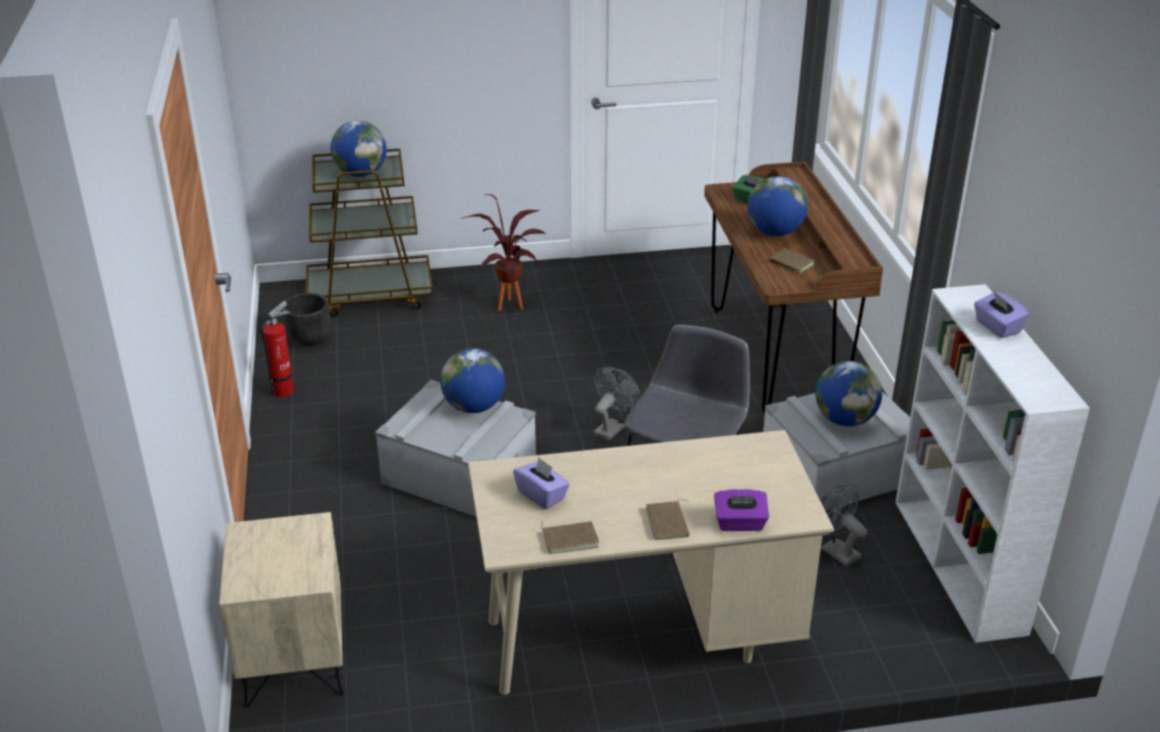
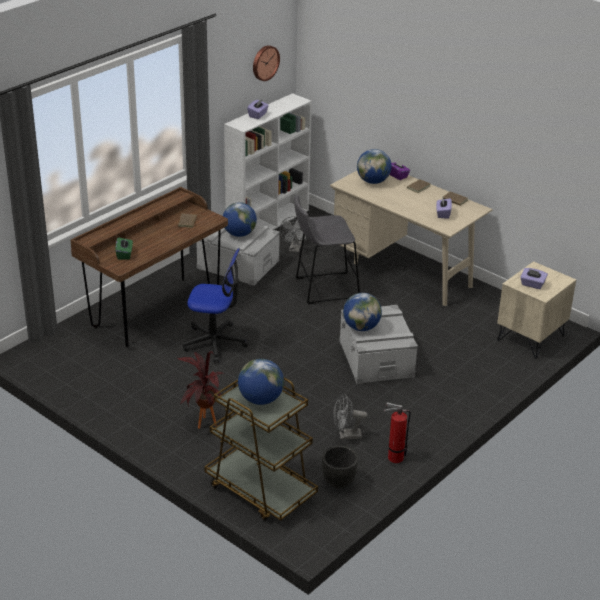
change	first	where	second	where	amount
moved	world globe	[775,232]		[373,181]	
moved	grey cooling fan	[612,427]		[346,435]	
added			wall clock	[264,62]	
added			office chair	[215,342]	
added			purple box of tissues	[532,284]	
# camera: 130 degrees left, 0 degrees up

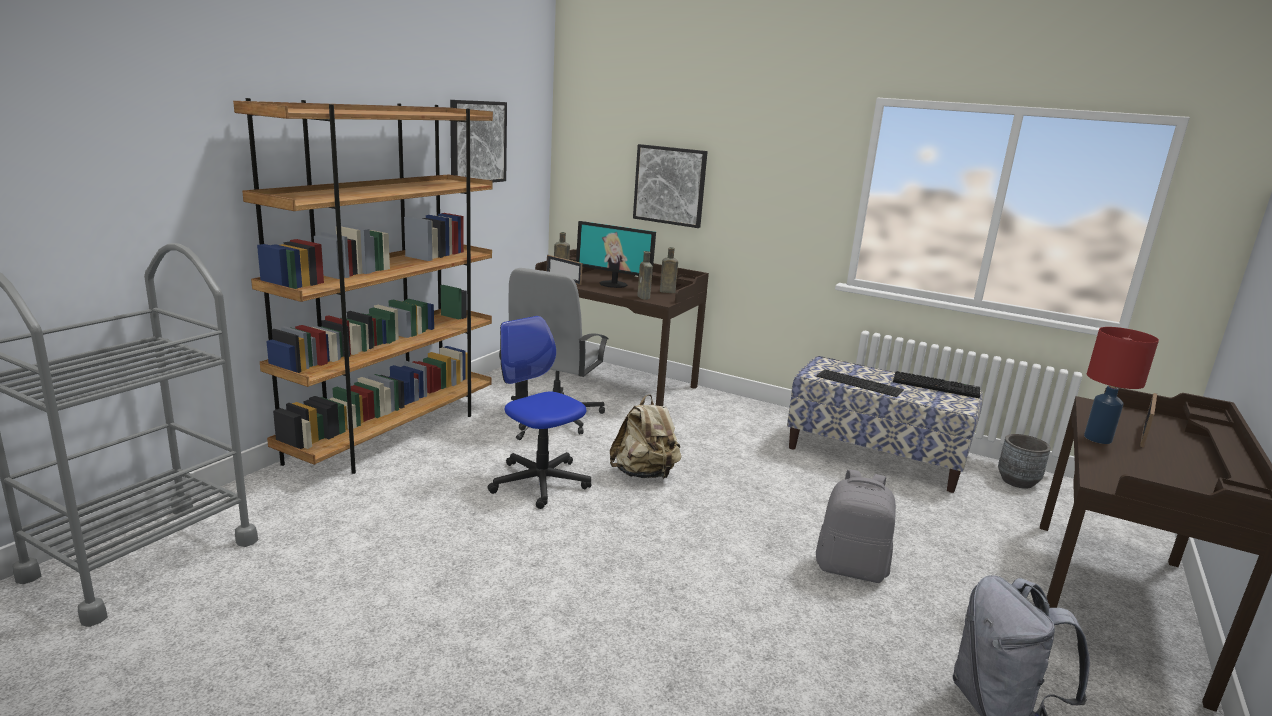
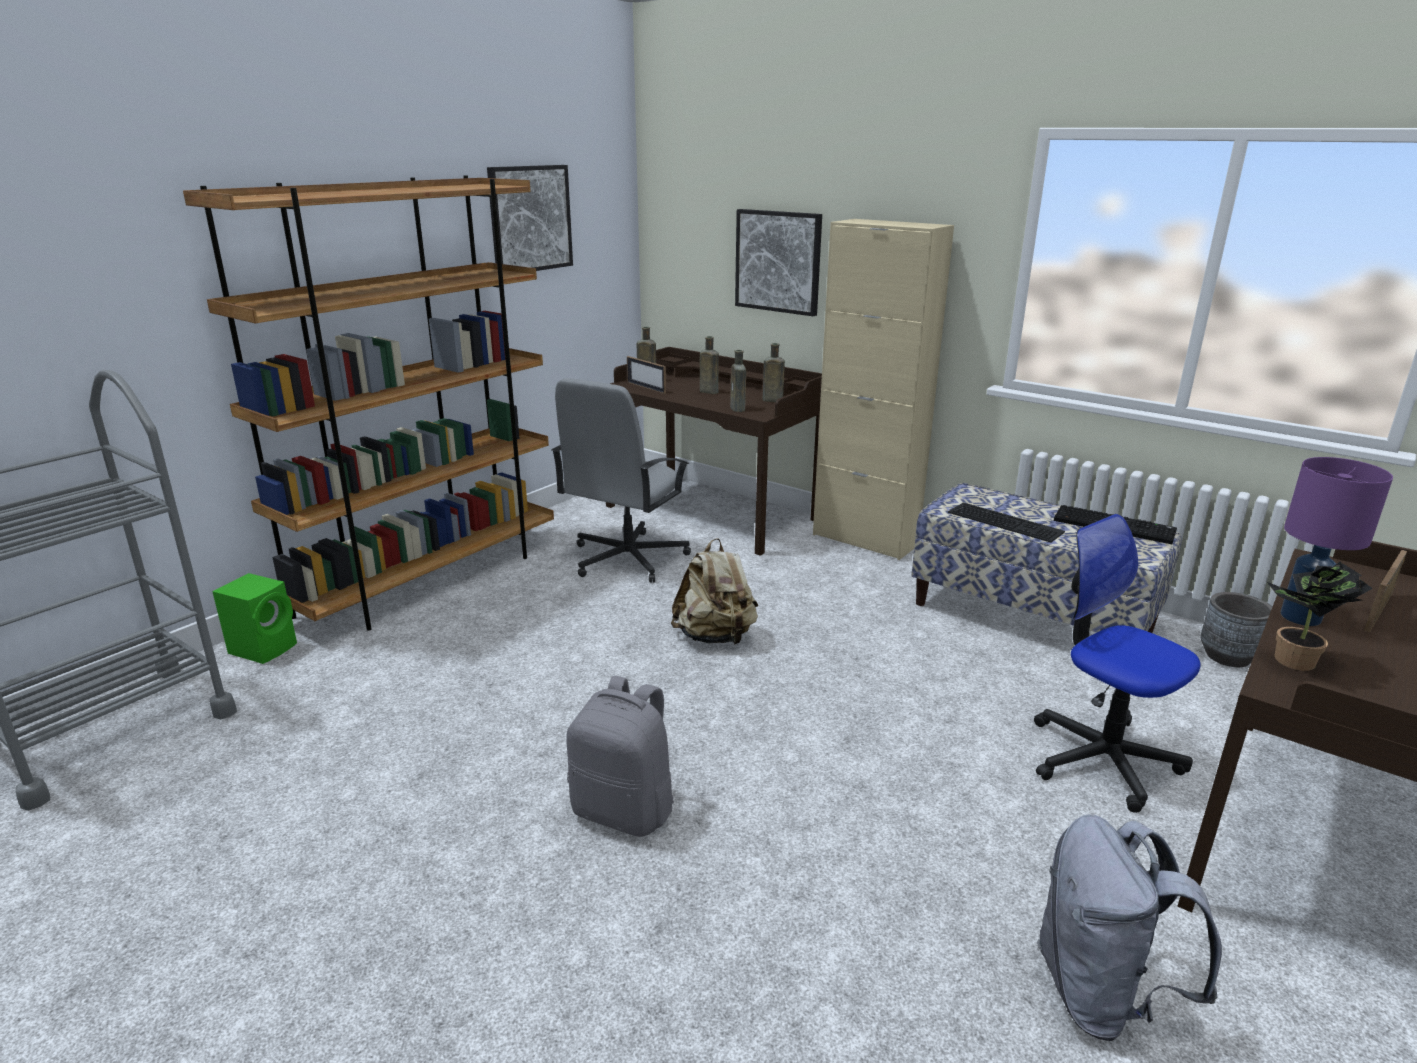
change	first	where	second	where	amount
replaced	monitor	[613,284]	brown-coloured beverage bottle	[707,391]	
moved	office chair	[539,482]		[1102,759]	
recoloured	reddish lamp for a table	[1098,438]	purple lamp for a table	[1301,617]	
moved	grey knapsack	[851,568]		[625,811]	
added			sand-coloured cabinet	[865,540]	
added			potted plant	[1295,663]	
added			green-coloured audio speaker	[265,648]	
# camera: 10 degrees right, 5 degrees up

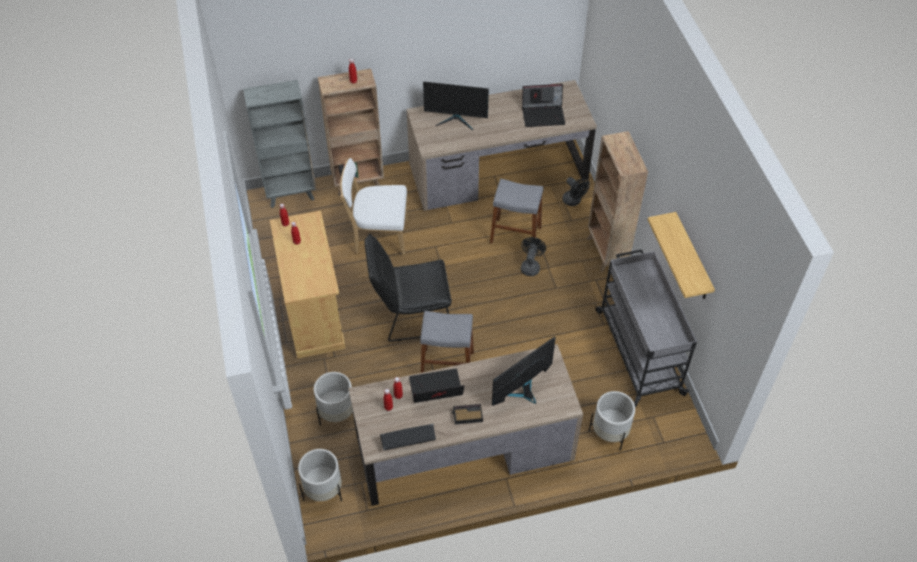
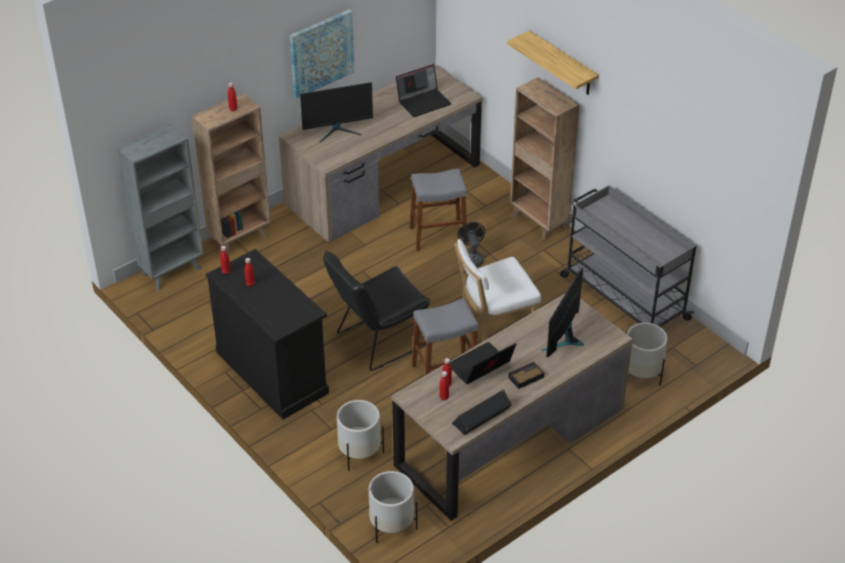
change	first	where	second	where	amount
moved	whitish upright chair	[378,236]		[494,327]	
removed	black-coloured cooling fan	[574,201]			
recoloured	sand-coloured cabinet	[313,313]	black-coloured cabinet	[272,372]	
moved	wall shelf	[692,258]		[562,64]	
added			wall art	[321,53]	
# camera: 25 degrees left, 10 degrees down

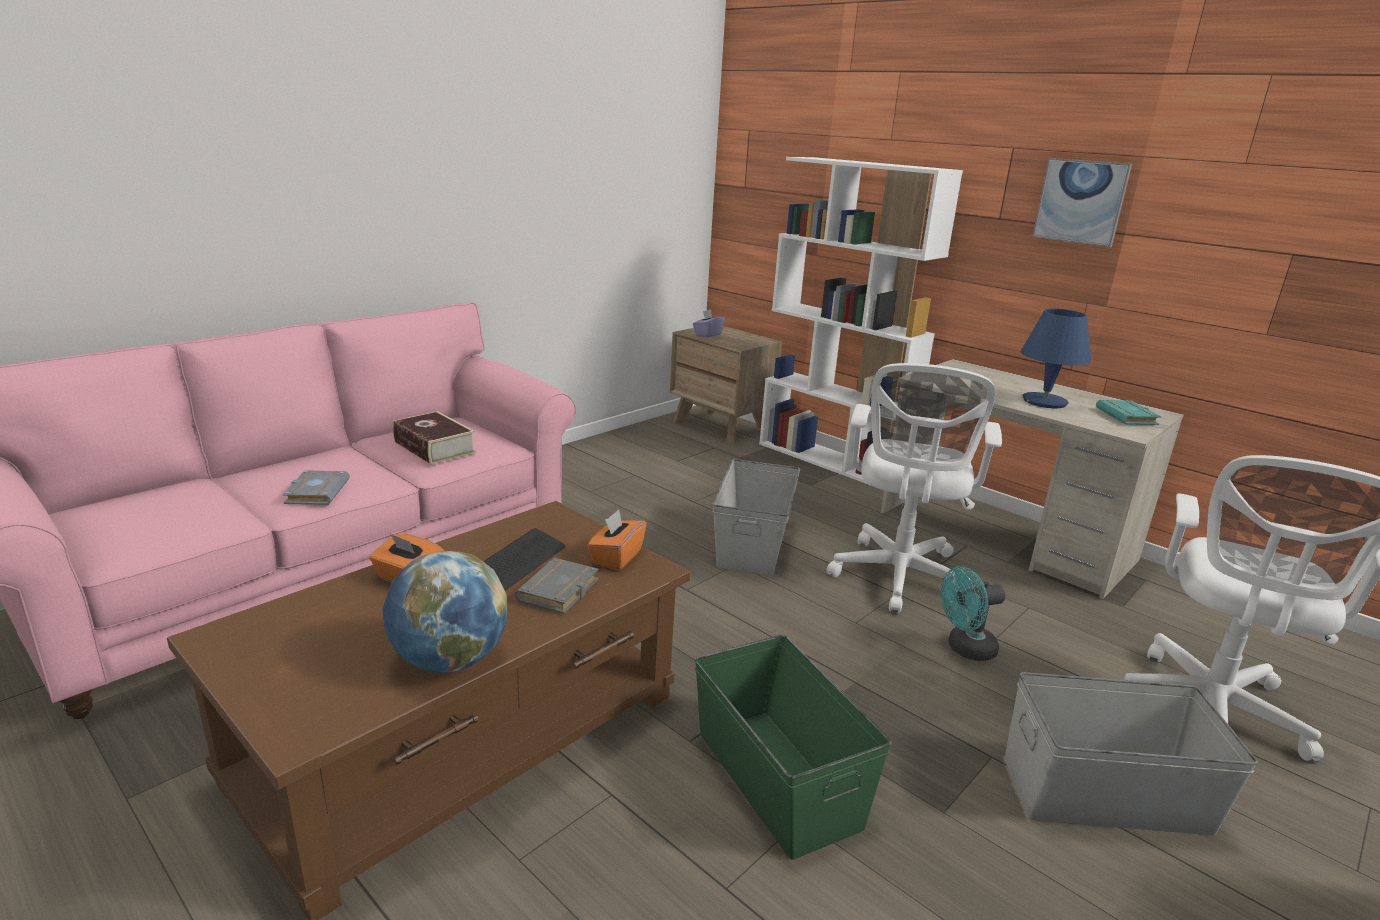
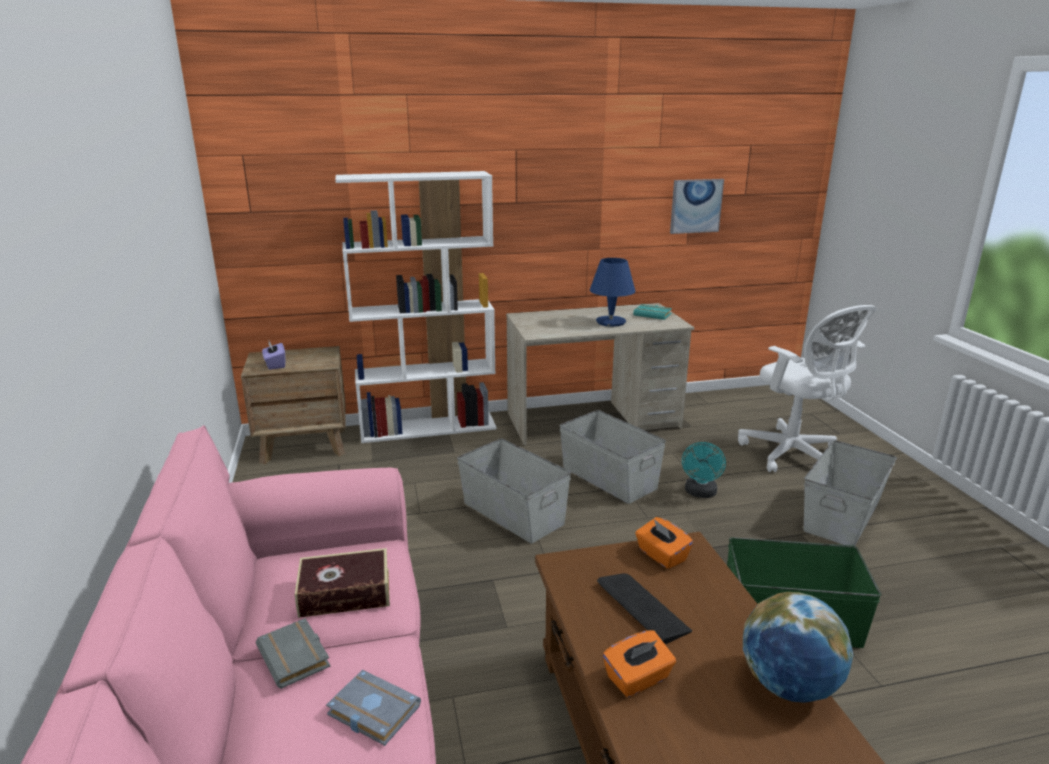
change	first	where	second	where	amount
moved	wall art	[1081,202]		[696,206]	
replaced	whitish office chair	[898,578]	grey storage bin	[609,478]	
moved	grey bound book	[559,592]		[296,657]	
# camera: 55 degrees left, 0 degrees up

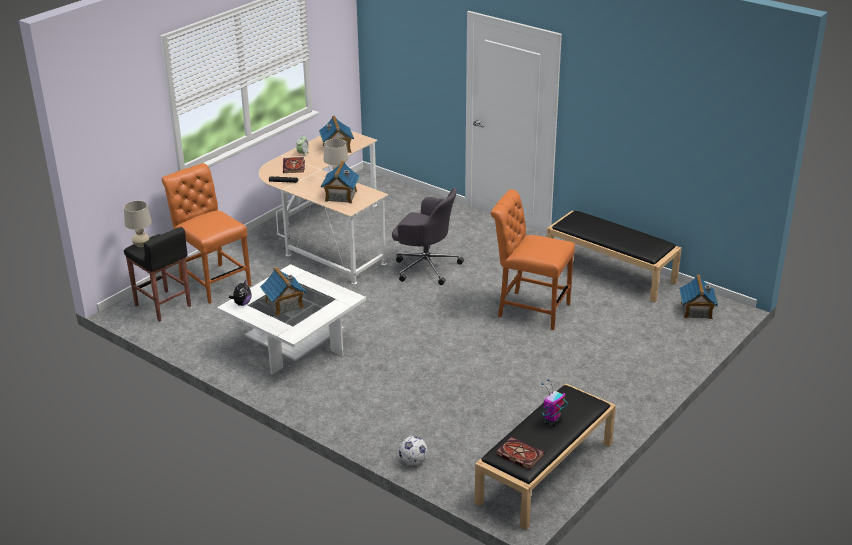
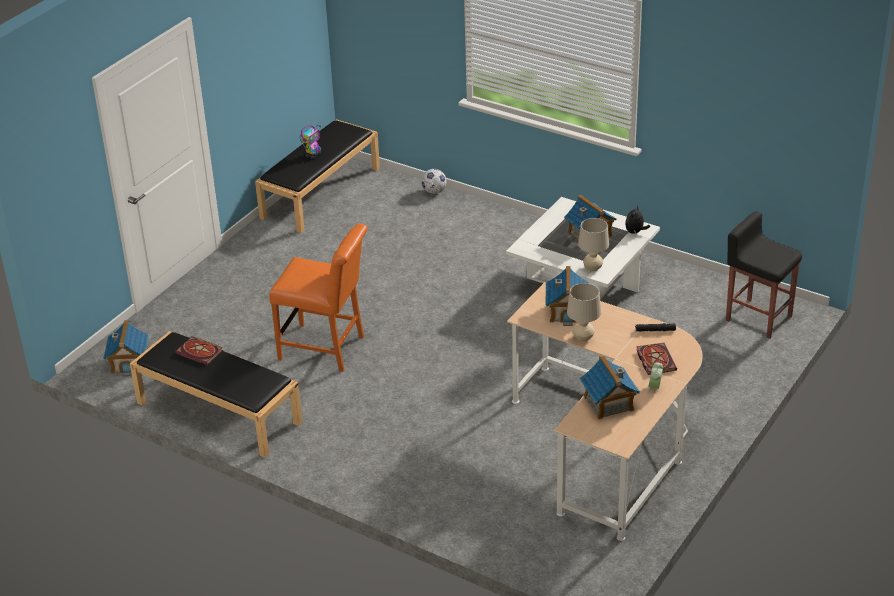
change	first	where	second	where	amount
removed	orangey upright chair	[213,281]			
removed	grey office chair	[425,266]			
moved	sand-coloured lamp for a table	[141,245]		[592,268]	
moved	bound book	[518,454]		[200,352]	
# camera: 175 degrees right, 5 degrees up

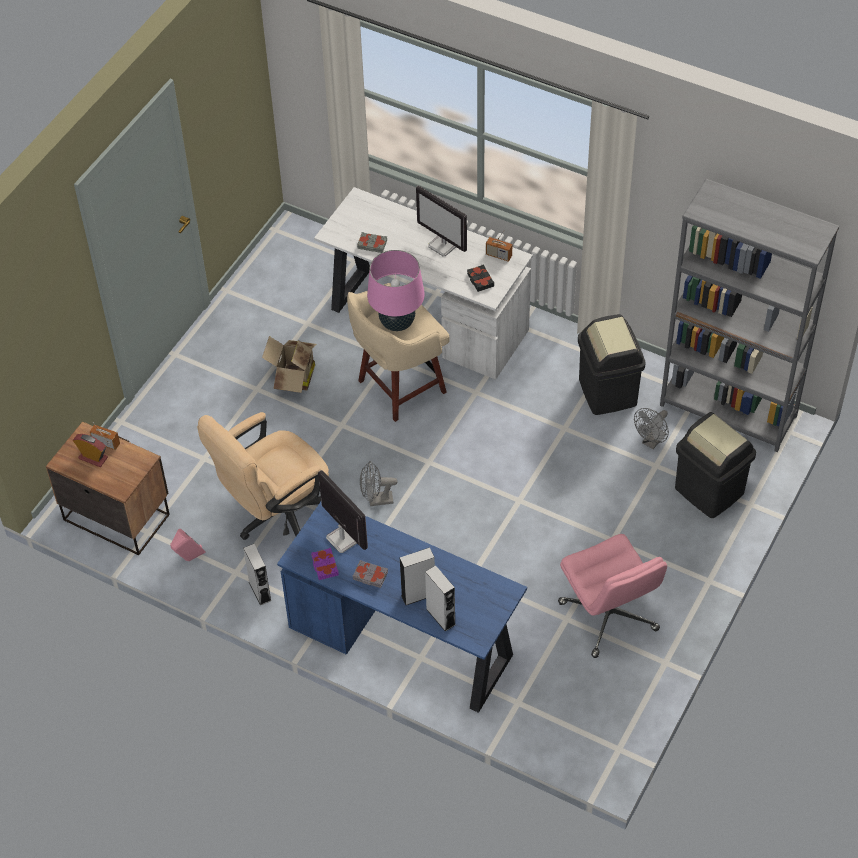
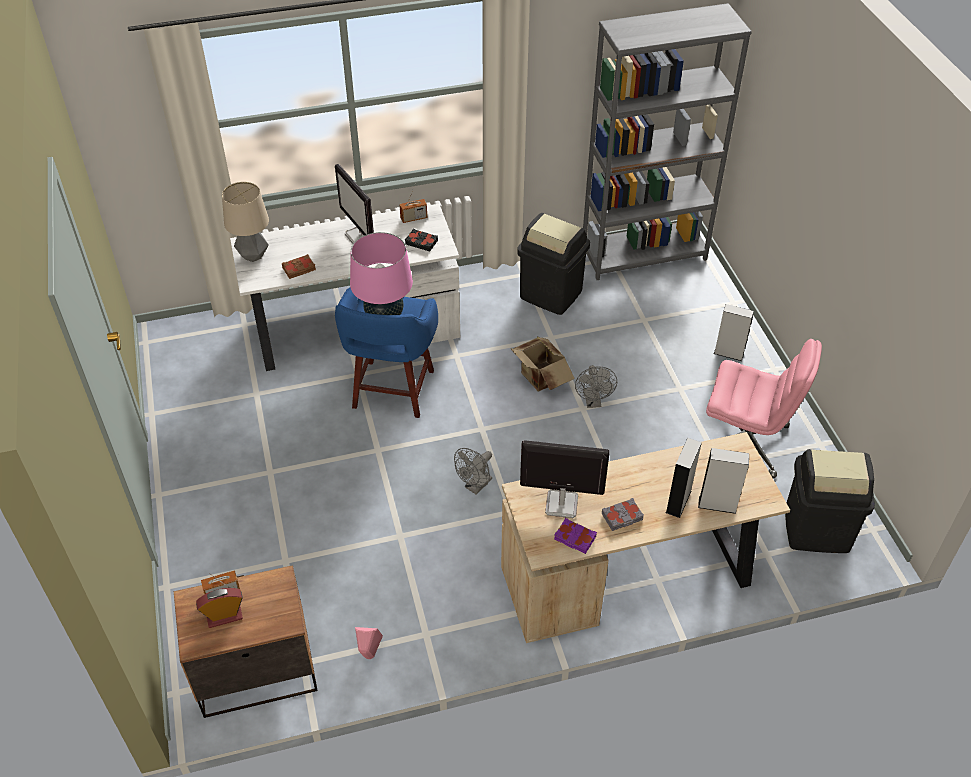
change	first	where	second	where	amount
turned	monitor	[443,245]		[360,236]	60 degrees clockwise
recoloured	grey bound book	[372,245]	brown-coloured bound book	[299,269]	
recoloured	sand-coloured sitting stool	[399,388]	blue sitting stool	[392,391]	
moved	packing box	[293,378]		[539,379]	
moved	grey cooling fan	[652,442]		[593,402]	
removed	sand-coloured office chair	[276,515]			
moved	black-coloured waste bin	[709,491]		[816,529]	
recoloured	blue desk unit	[404,642]	sand-coloured desk unit	[631,577]	
moved	grey audio speaker	[260,591]		[728,353]	
added			lamp for a table	[253,256]	
# camera: 45 degrees left, 5 degrees down

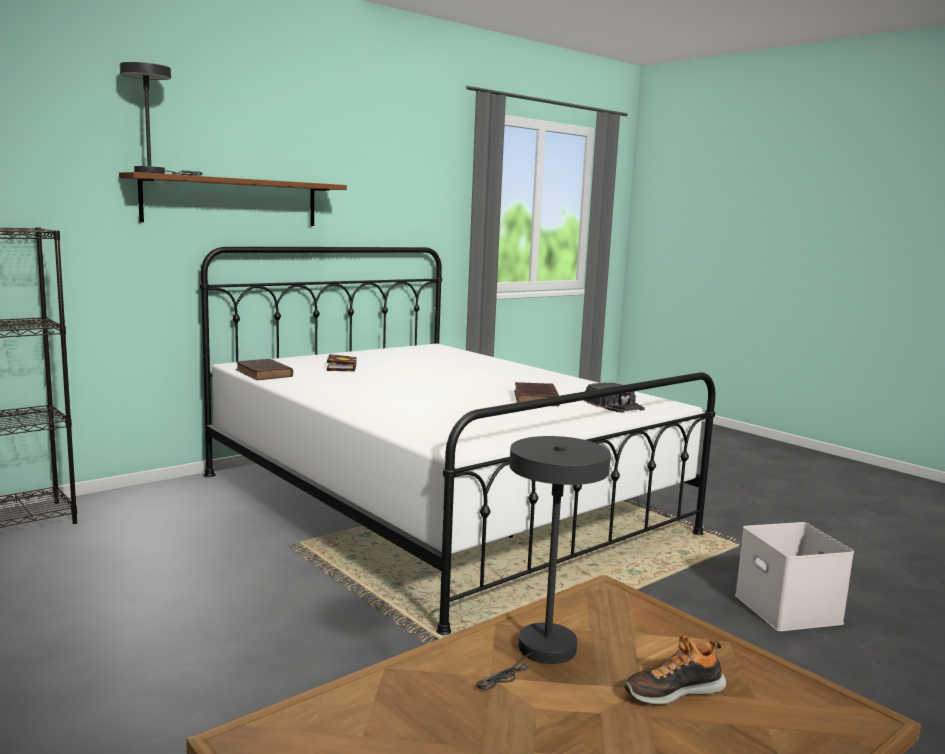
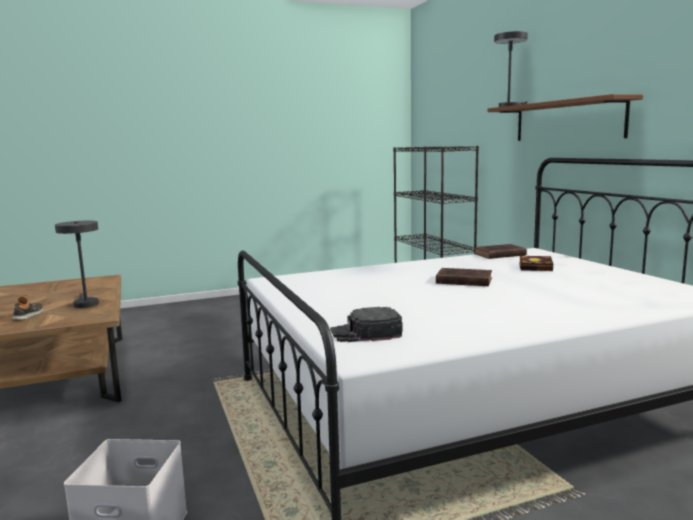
change	first	where	second	where	amount
moved	brown-coloured bound book	[536,399]		[462,281]	
# camera: 110 degrees right, 0 degrees up

